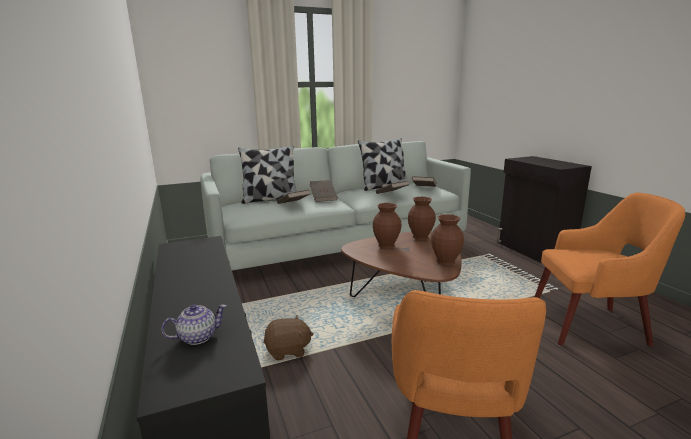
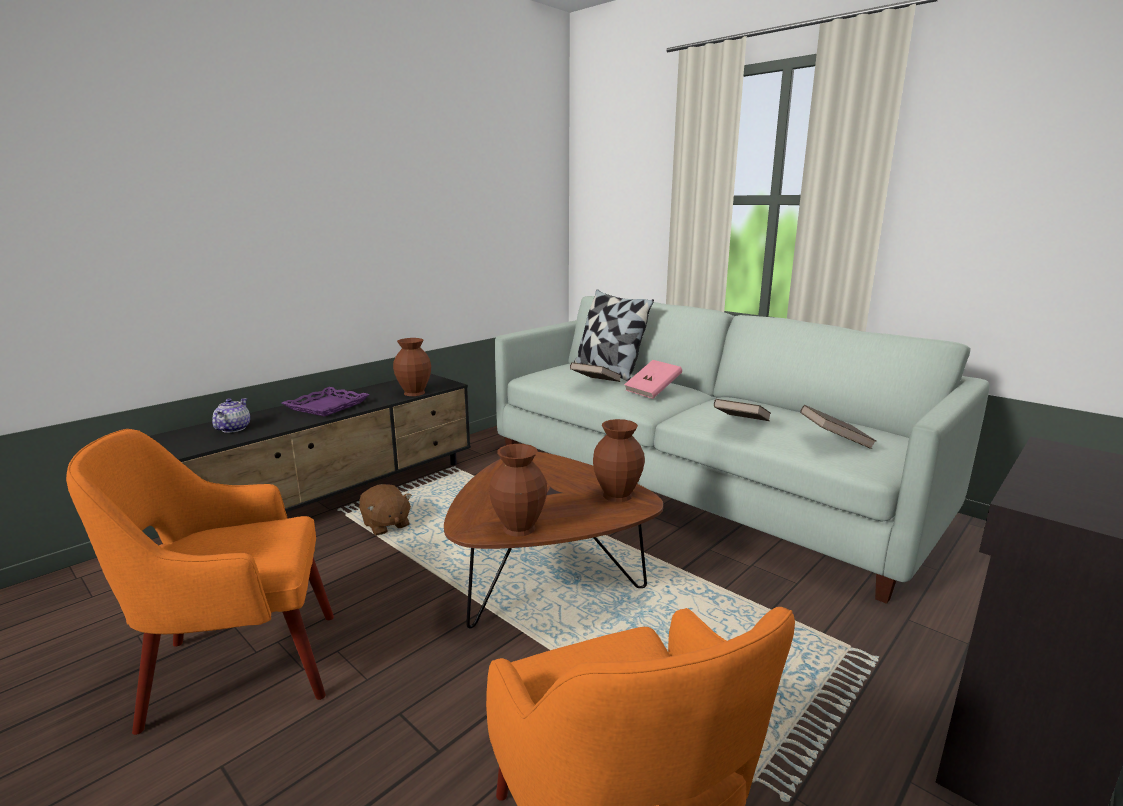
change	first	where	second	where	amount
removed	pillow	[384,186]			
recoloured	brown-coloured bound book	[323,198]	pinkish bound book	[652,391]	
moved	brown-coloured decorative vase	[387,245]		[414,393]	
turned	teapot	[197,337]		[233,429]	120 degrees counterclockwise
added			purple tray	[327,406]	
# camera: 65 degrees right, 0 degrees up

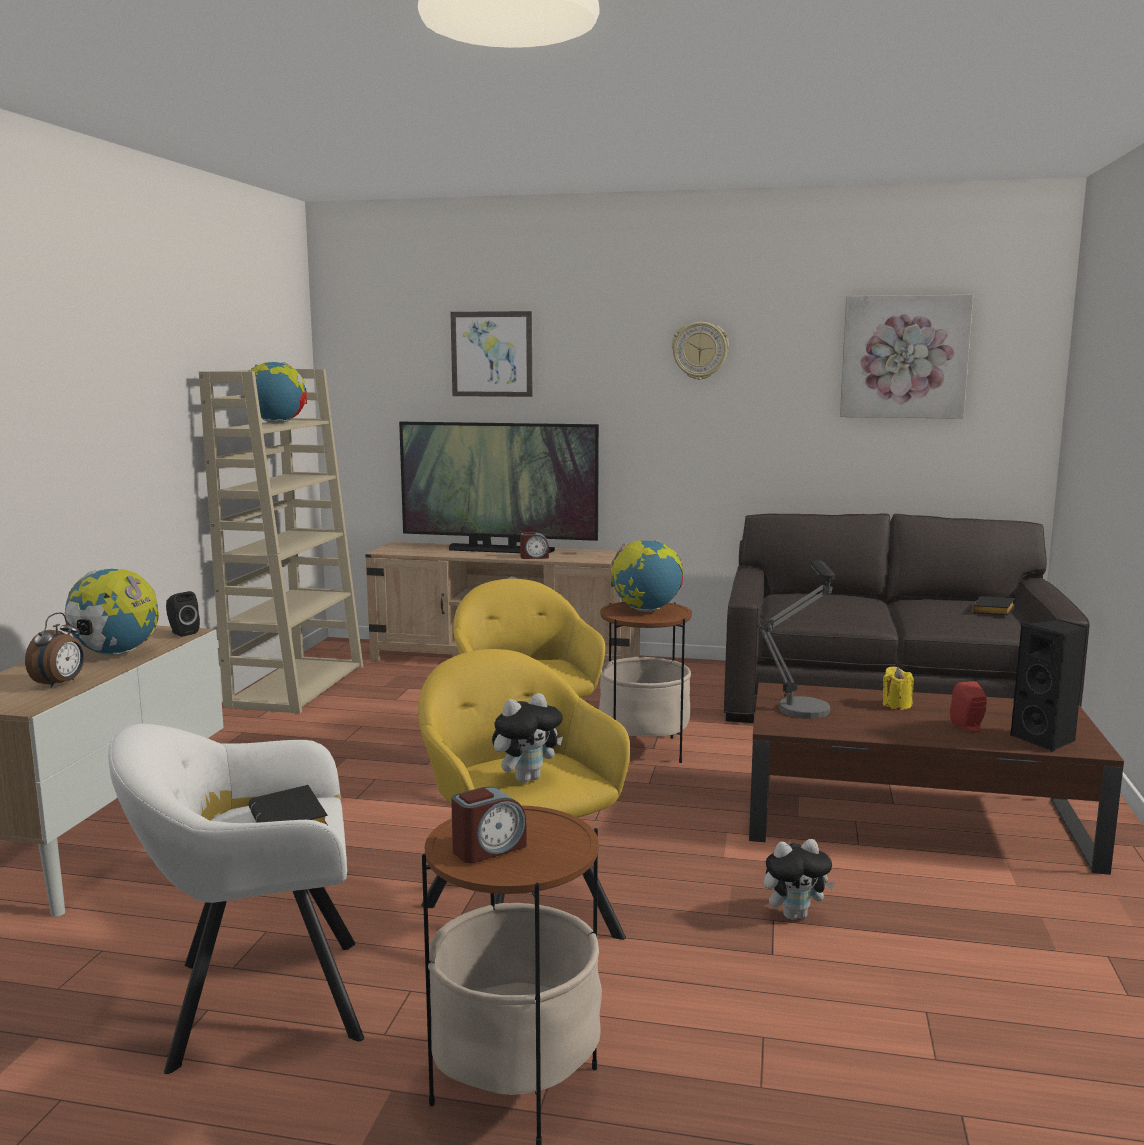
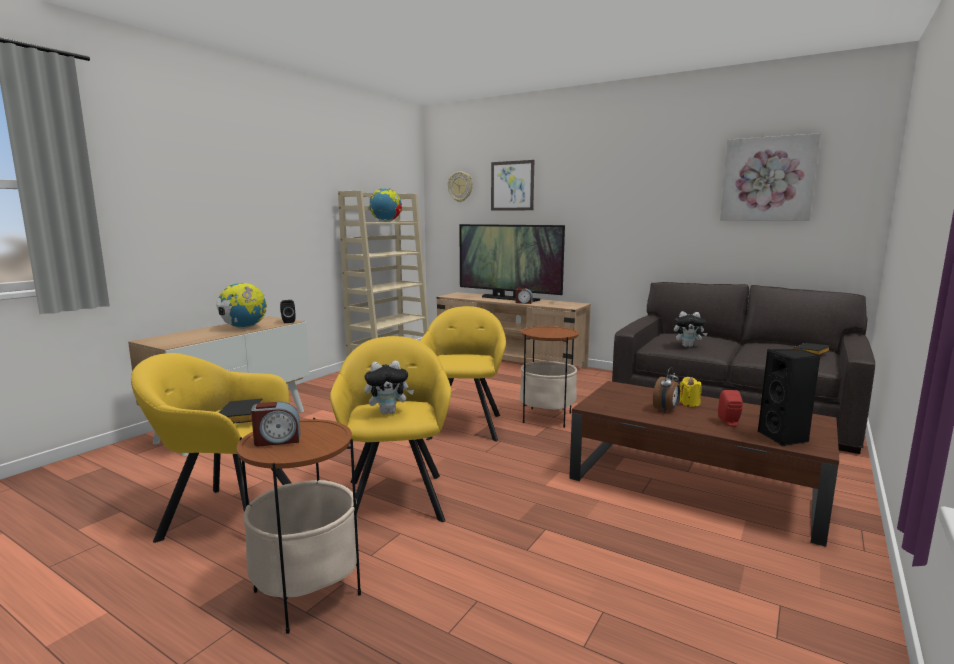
change	first	where	second	where	amount
moved	wall clock	[700,350]		[460,187]	
removed	world globe	[646,610]			
removed	lamp for a table	[804,704]			
moved	alarm clock	[60,684]		[666,410]	
recoloured	whitish lounge chair	[255,1001]	yellow-coloured lounge chair	[226,515]	
moved	plush toy	[795,915]		[688,346]	
# camera: 20 degrees right, 0 degrees up

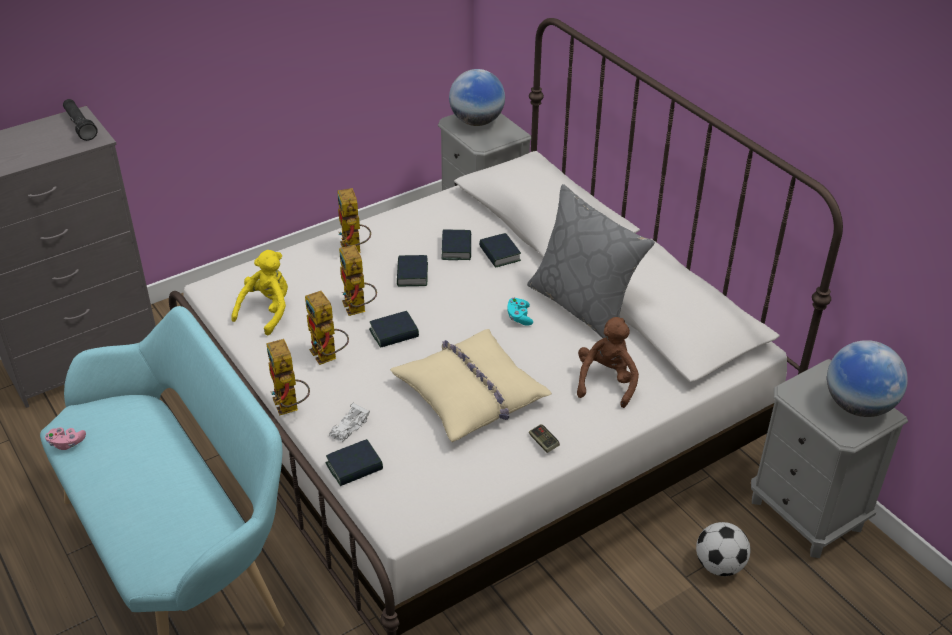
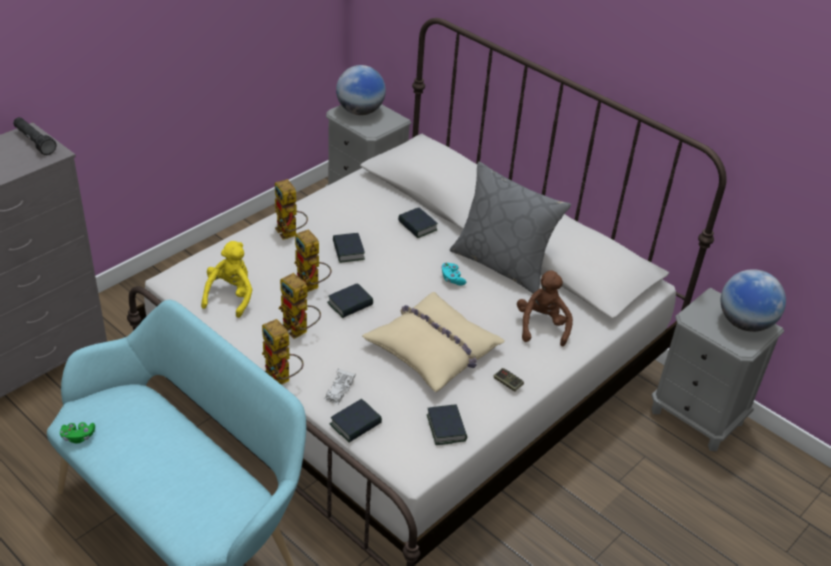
change	first	where	second	where	amount
moved	bound book	[456,248]		[446,428]	
recoloured	pinkish game controller	[66,443]	green-coloured game controller	[78,437]	
removed	football	[719,565]			
# camera: 15 degrees left, 0 degrees up

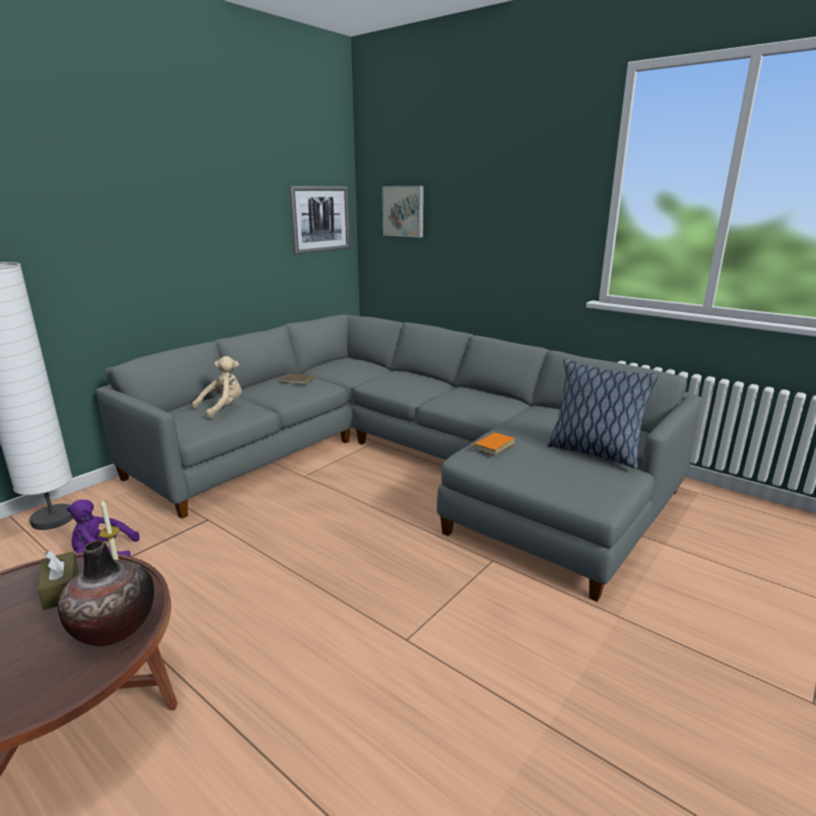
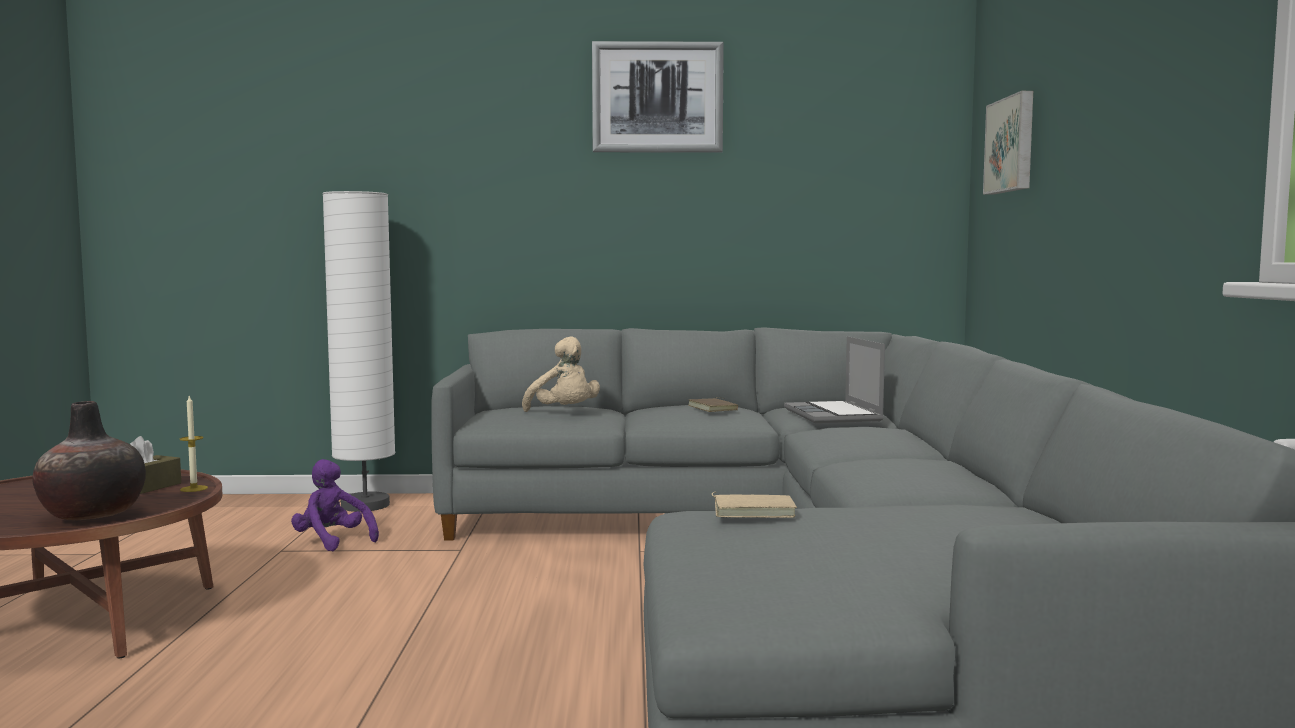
change	first	where	second	where	amount
moved	wall art	[320,219]		[657,97]	
turned	sand-coloured plush toy	[223,408]		[564,413]	45 degrees clockwise
removed	pillow	[593,452]			
recoloured	orangey bound book	[493,445]	sand-coloured bound book	[754,510]	
added			laptop	[834,415]	
# camera: 50 degrees right, 15 degrees down

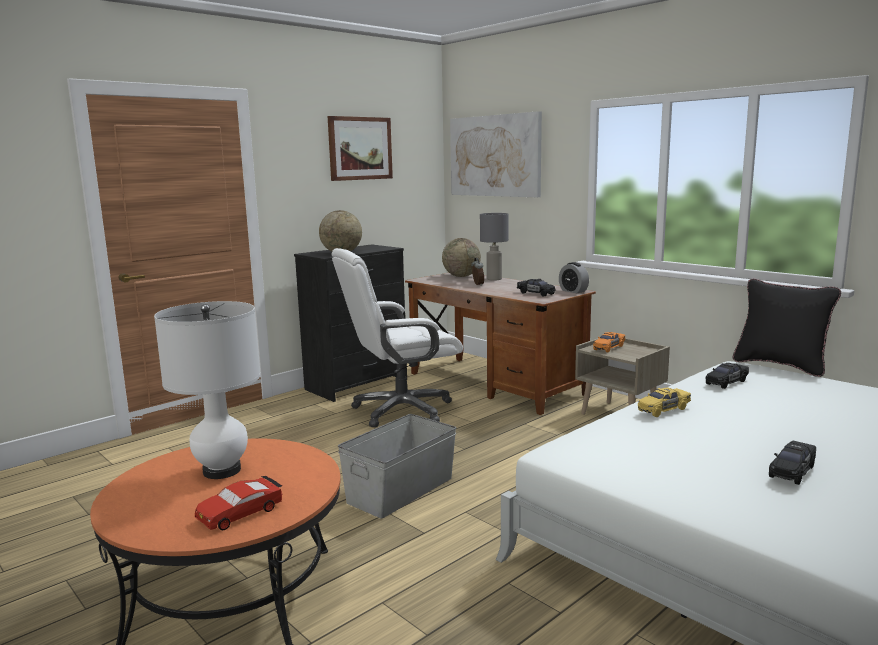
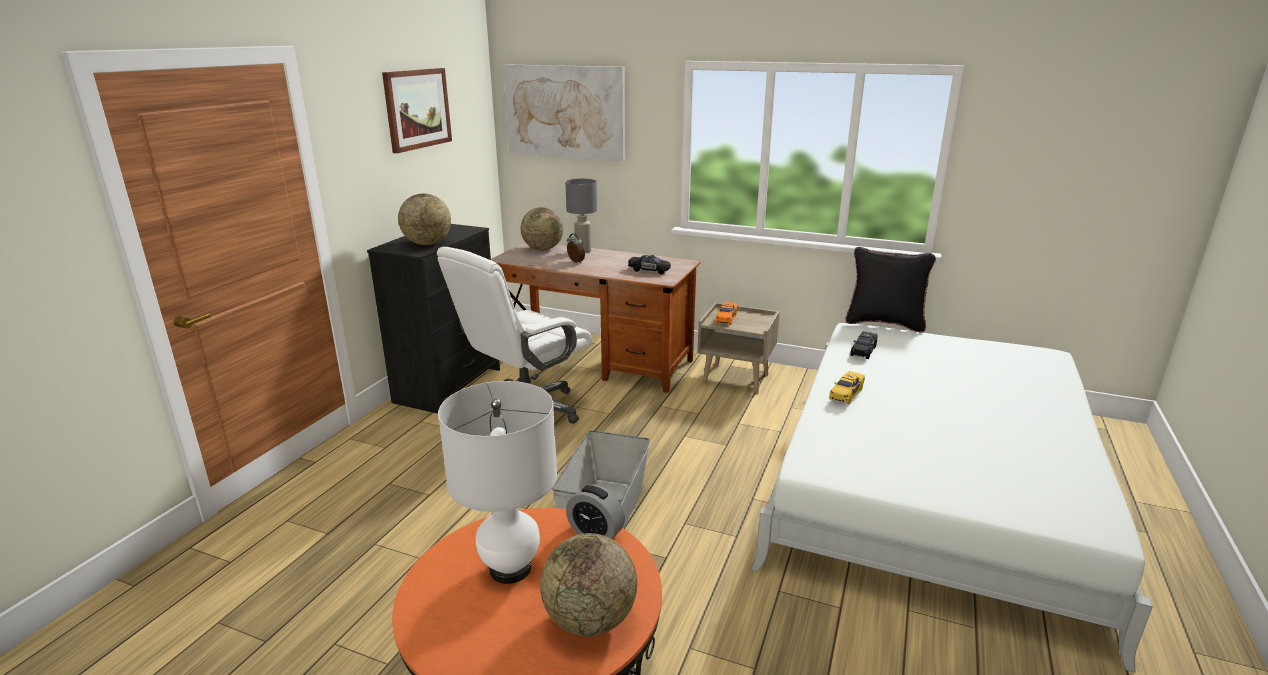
change	first	where	second	where	amount
moved	alarm clock	[573,291]		[595,532]	
removed	black-coloured miniature car	[792,471]			
replaced	reddish miniature car	[240,512]	world globe	[590,620]	
# camera: 25 degrees left, 10 degrees up

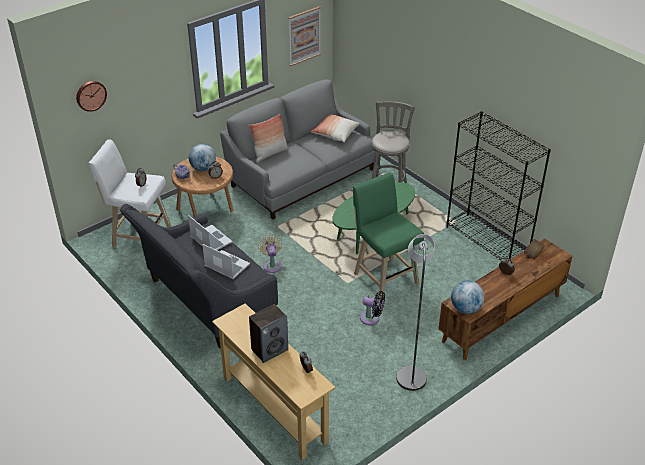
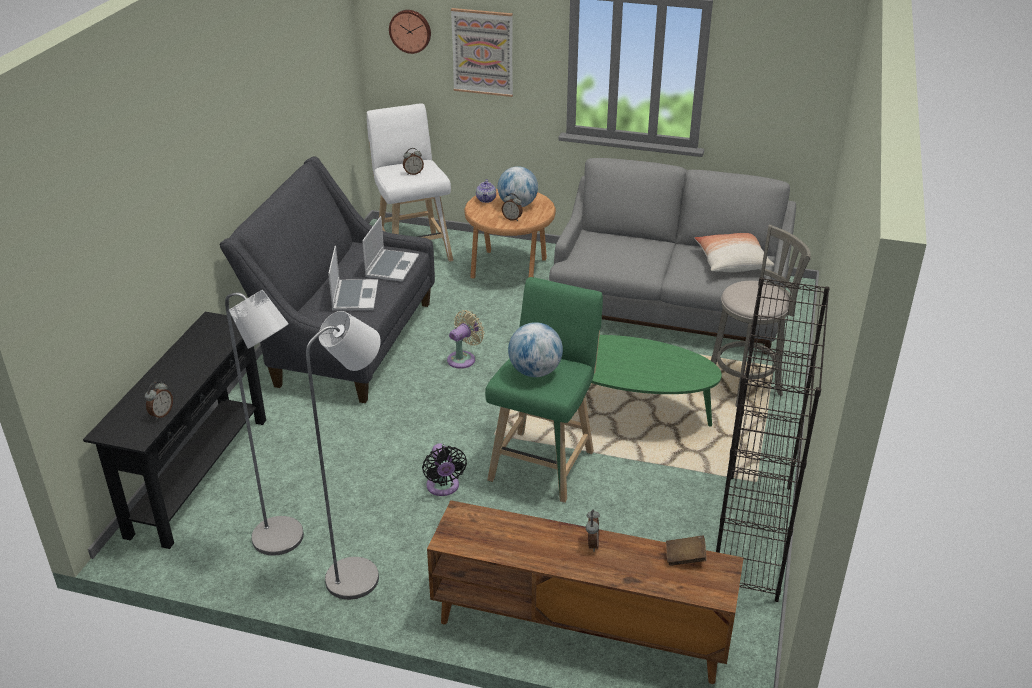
change	first	where	second	where	amount
moved	wall art	[304,36]		[482,52]	
removed	pillow	[270,153]			
moved	world globe	[465,309]		[535,372]	
recoloured	sand-coloured console table	[274,409]	black-coloured console table	[198,475]	
removed	audio speaker	[269,349]			
added			grey floor lamp	[285,541]	
# camera: 55 degrees right, 5 degrees down

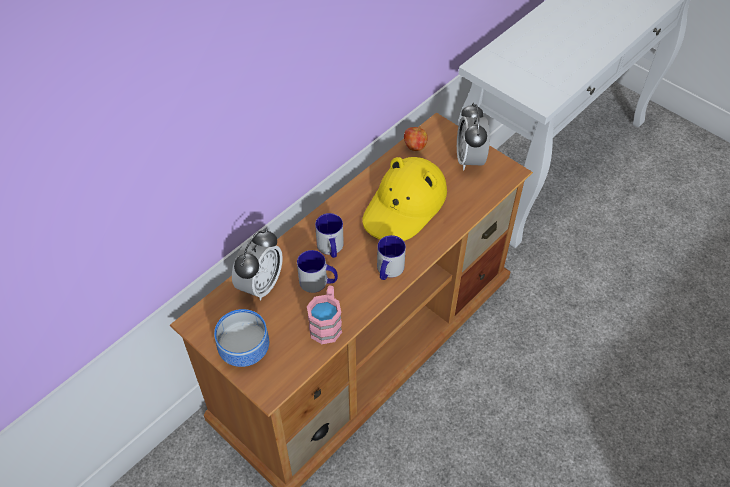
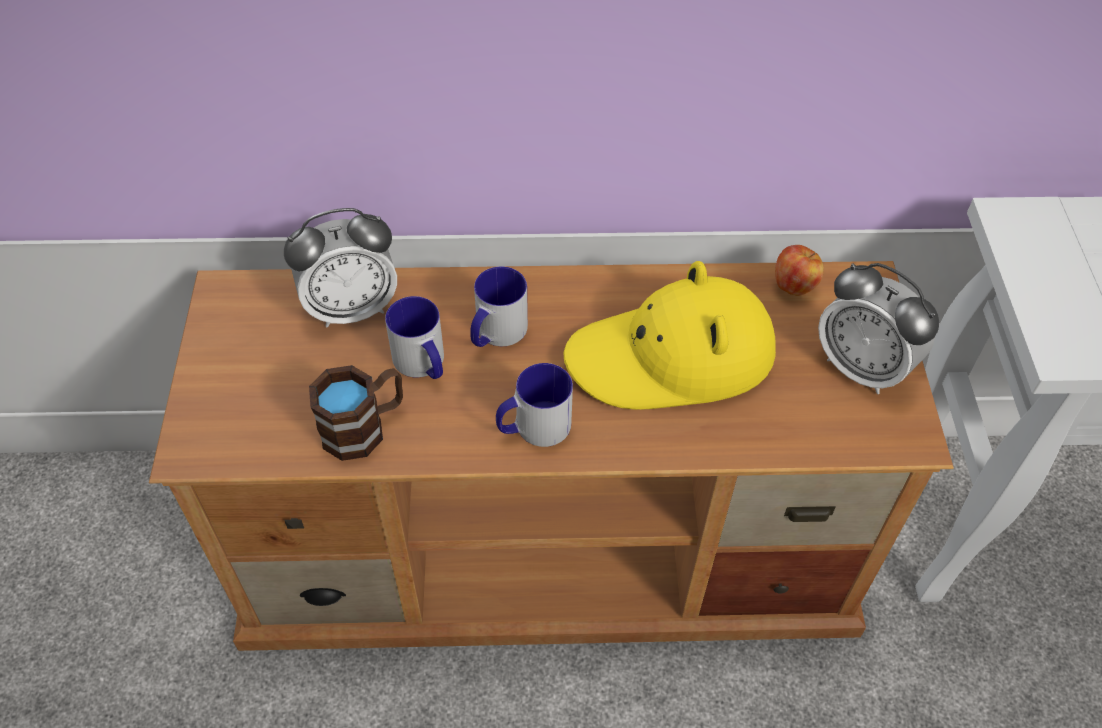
change	first	where	second	where	amount
turned	alarm clock	[469,159]		[862,367]	90 degrees counterclockwise
recoloured	pinkish mug	[327,323]	brown-coloured mug	[365,427]	
removed	bowl	[242,348]			
# camera: 45 degrees right, 0 degrees up

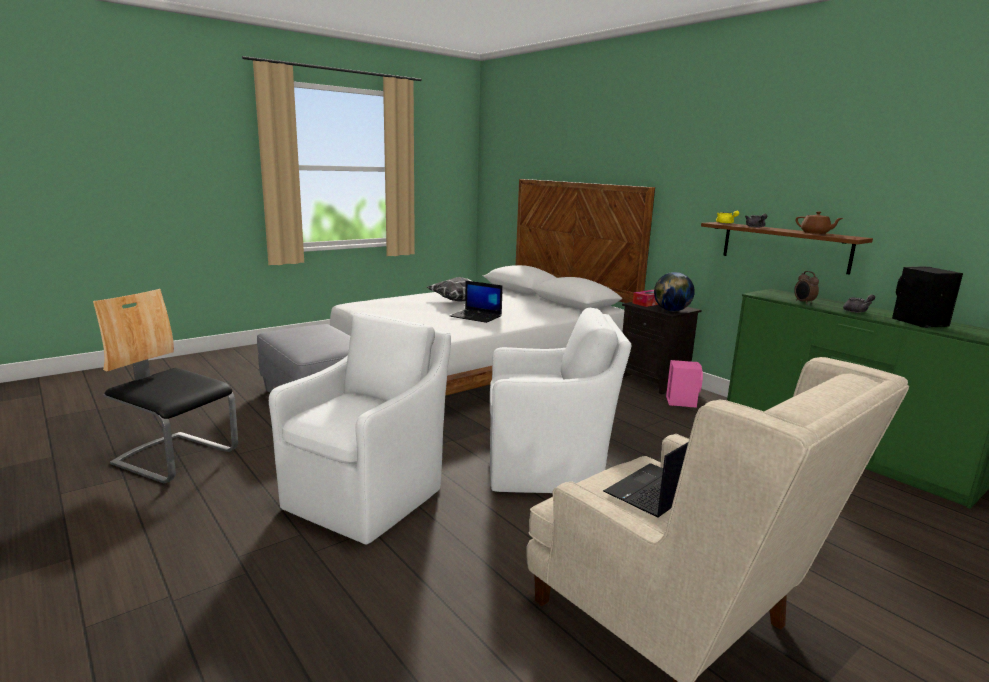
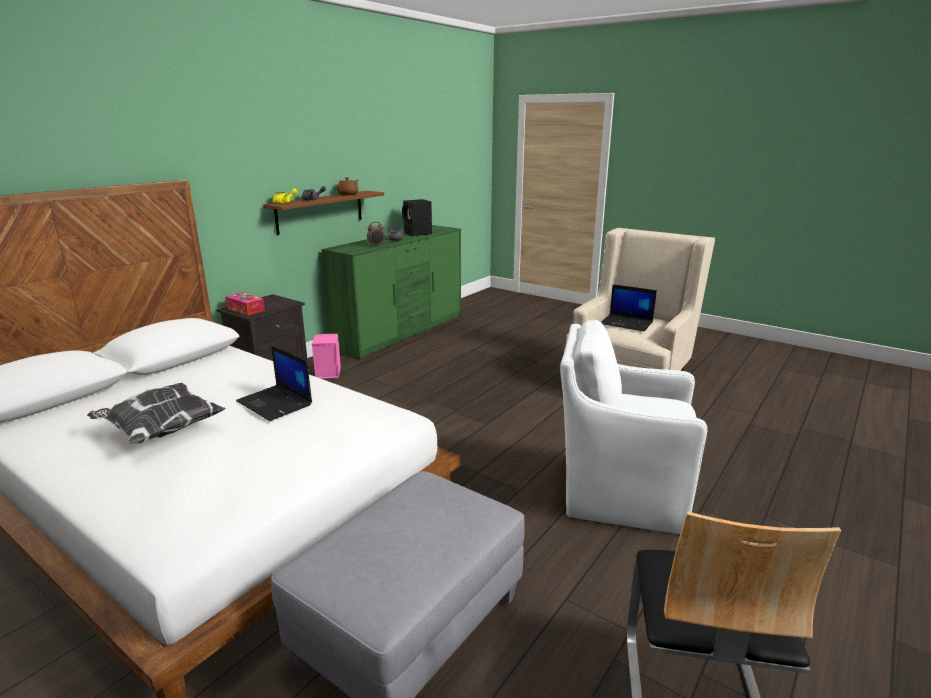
change	first	where	second	where	amount
removed	world globe	[671,311]			
turned	laptop	[476,316]		[276,403]	120 degrees clockwise
removed	whitish lounge chair	[547,468]			
# camera: 105 degrees left, 5 degrees up

